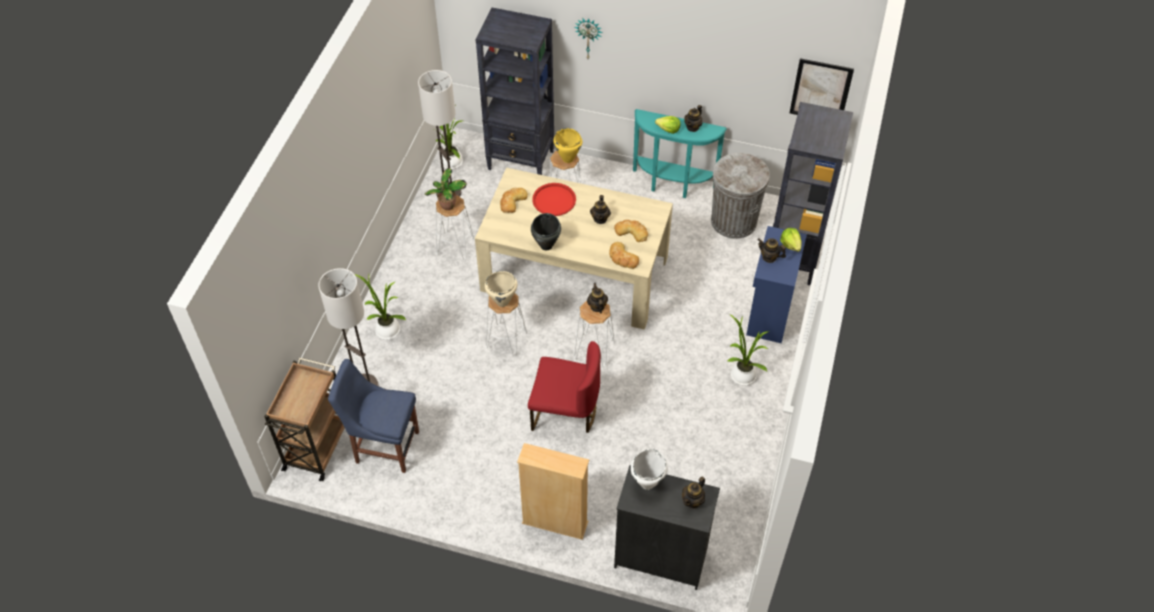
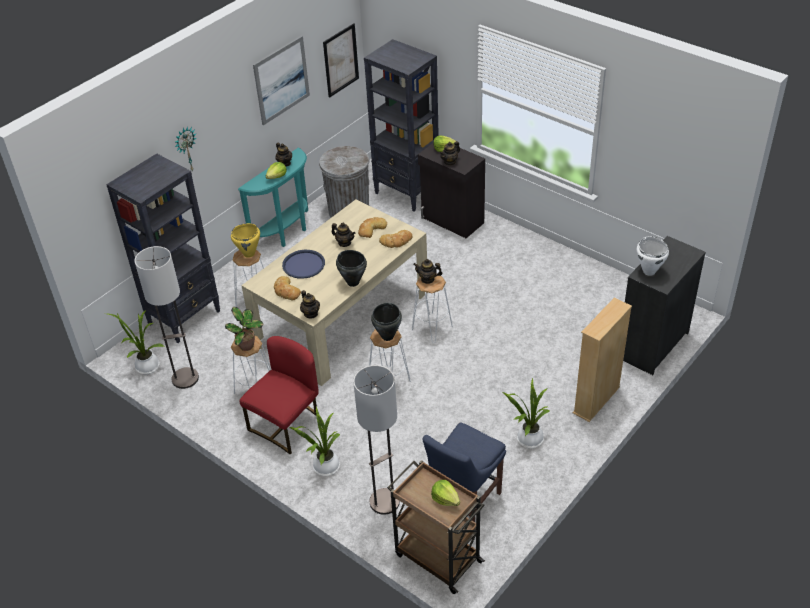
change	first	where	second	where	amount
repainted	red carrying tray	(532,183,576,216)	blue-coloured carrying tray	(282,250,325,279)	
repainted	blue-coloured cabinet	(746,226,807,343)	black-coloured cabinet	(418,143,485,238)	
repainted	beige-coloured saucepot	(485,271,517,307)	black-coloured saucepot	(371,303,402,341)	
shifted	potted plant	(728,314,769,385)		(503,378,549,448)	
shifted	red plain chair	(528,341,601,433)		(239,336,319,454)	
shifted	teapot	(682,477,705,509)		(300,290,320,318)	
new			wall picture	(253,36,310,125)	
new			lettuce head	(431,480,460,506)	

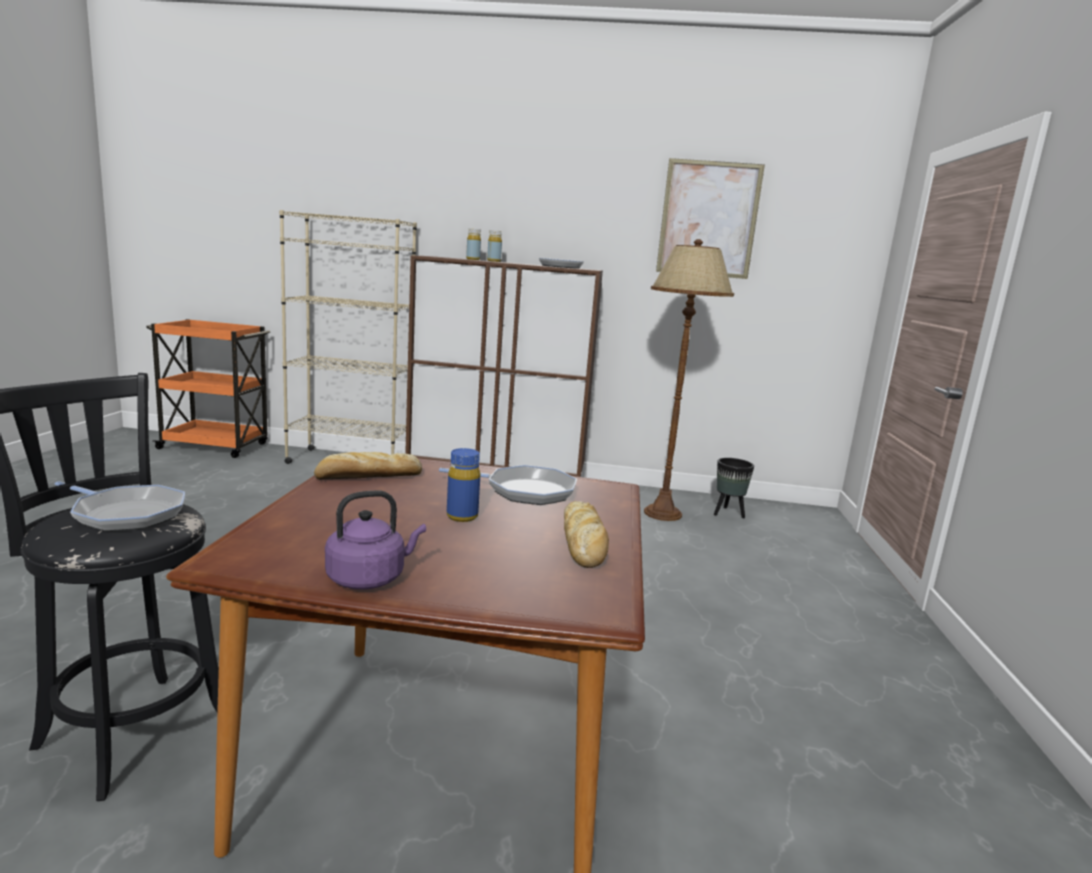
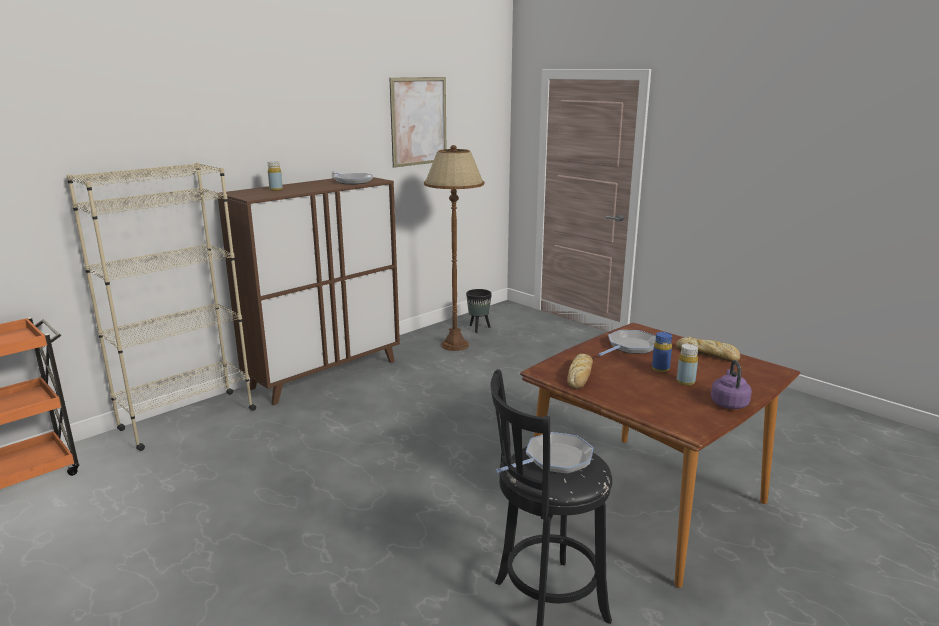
change	first	where	second	where	amount
shifted	yellowish beverage bottle	(487,230,502,262)		(677,344,698,386)	

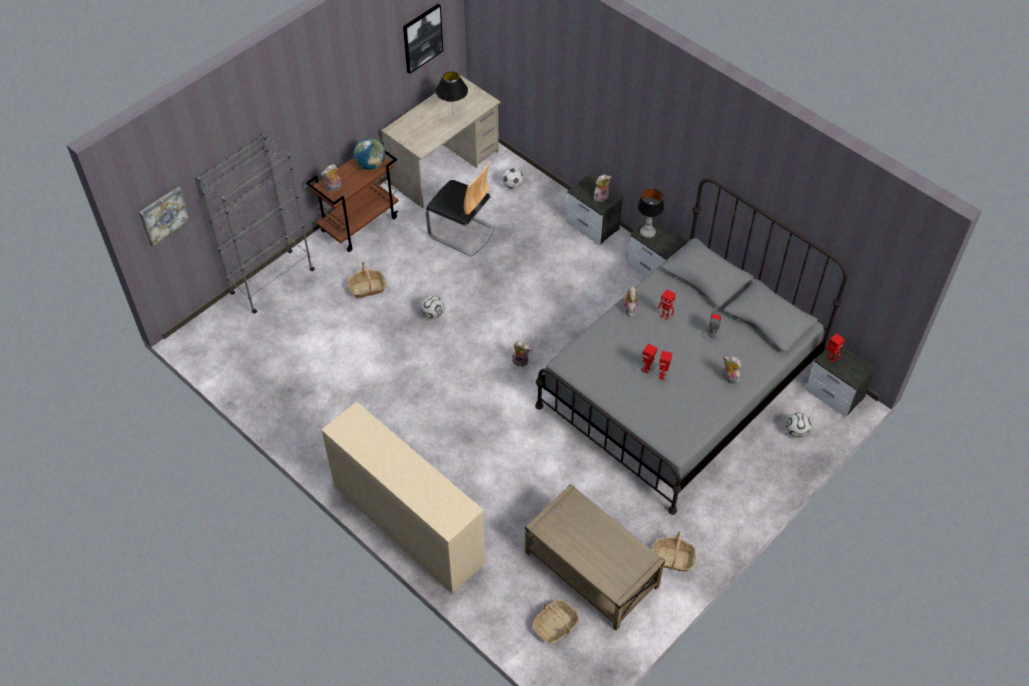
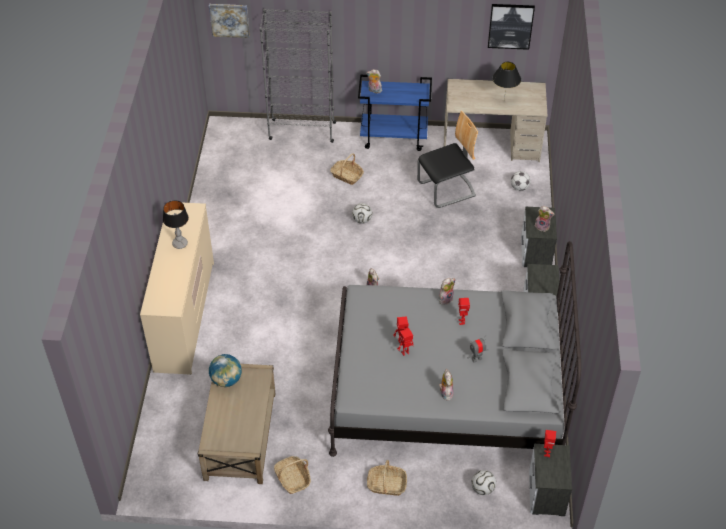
change	first	where	second	where	amount
shifted	desk globe	(354,138,385,170)		(209,354,242,387)	
repainted	brown-coloured wheeled cart	(306,151,399,252)	blue-coloured wheeled cart	(358,75,432,151)	
rotated	plain chair	(426,162,495,257)		(417,110,478,208)	105 degrees counterclockwise
shifted	table lamp	(638,189,664,238)		(163,200,189,249)	
shifted	household basket	(533,599,580,643)		(367,460,407,496)	

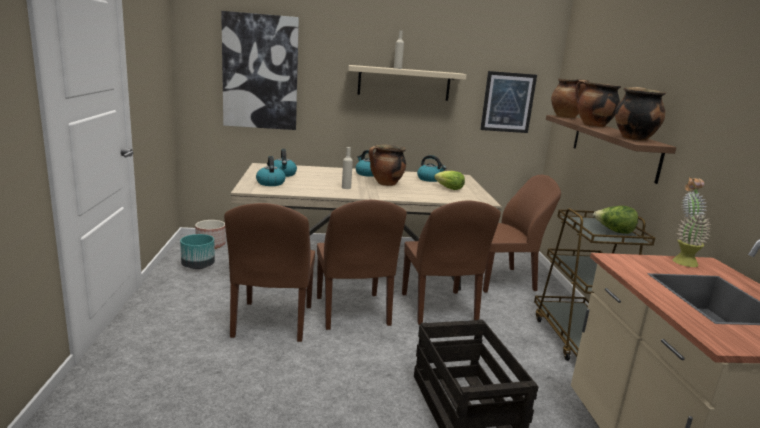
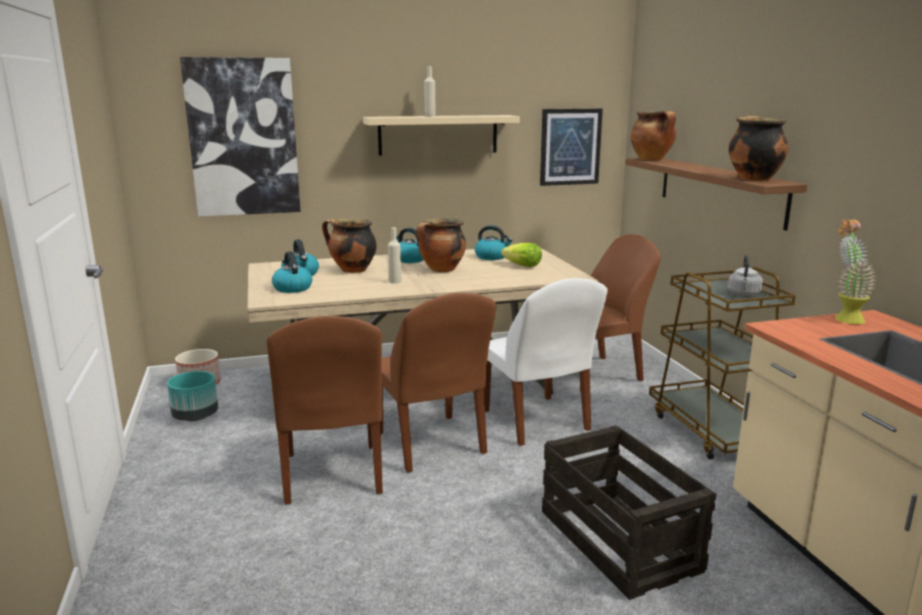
change	first	where	second	where	amount
shifted	saucepot	(575,81,621,127)		(322,218,377,273)	
repainted	brown-coloured plain chair	(402,200,501,324)	whitish plain chair	(484,278,608,446)	
swapped	lettuce head	(593,206,638,234)	greyish water kettle	(728,254,763,296)	

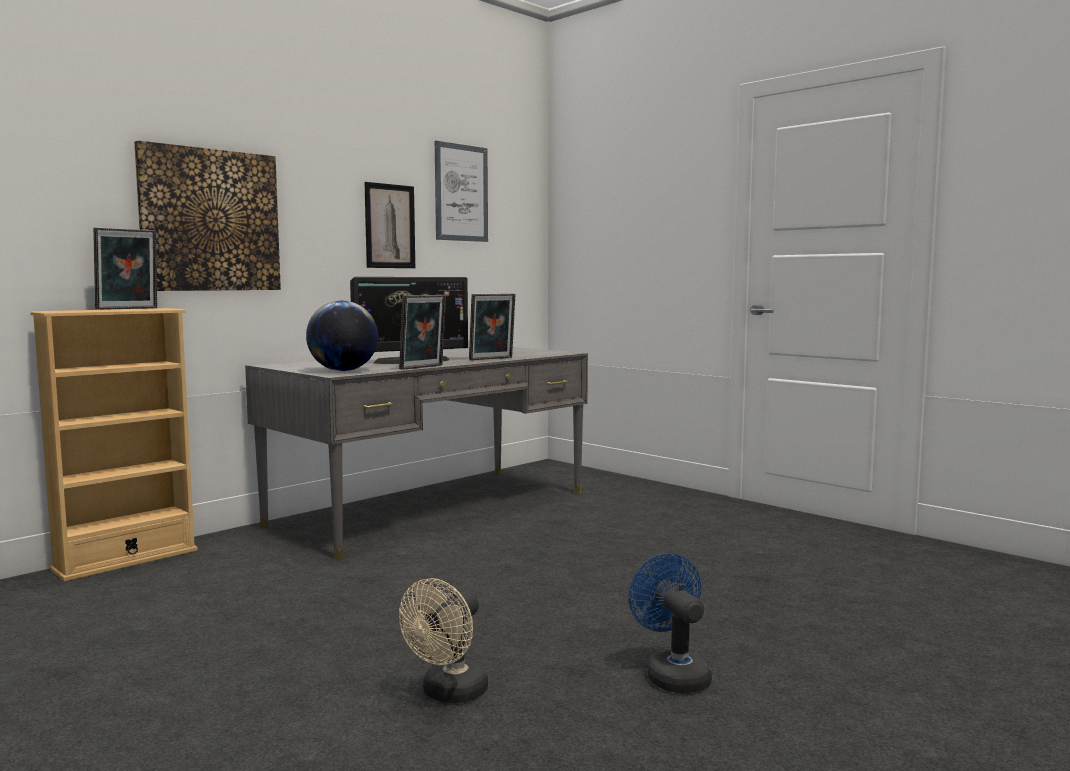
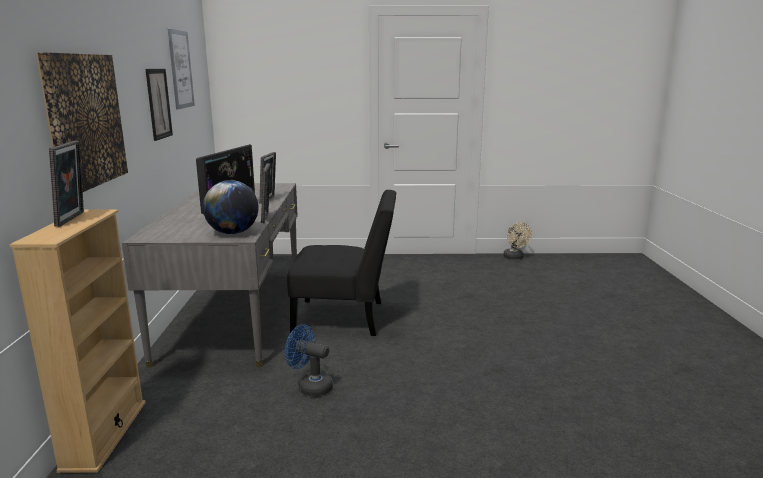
change	first	where	second	where	amount
shifted	blue-coloured fan	(629,553,712,693)		(285,324,333,397)	
shifted	beige-coloured fan	(399,578,488,703)		(503,222,532,259)	
new			black-coloured plain chair	(287,190,396,336)	

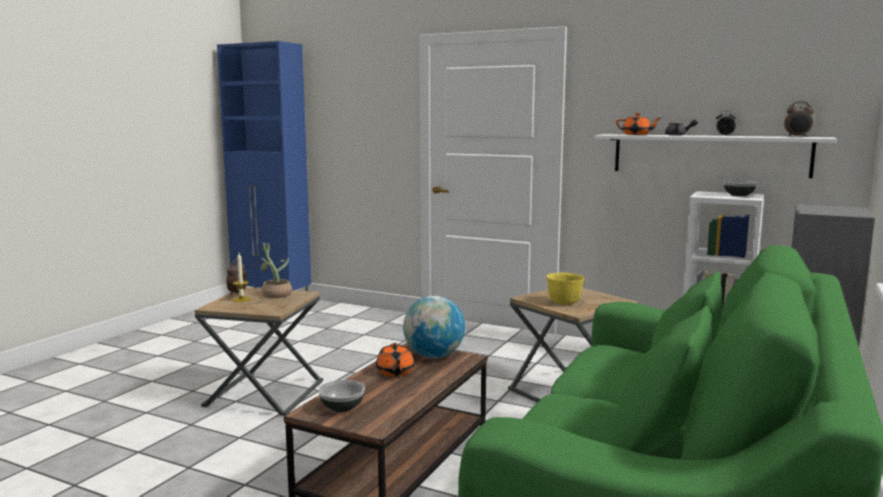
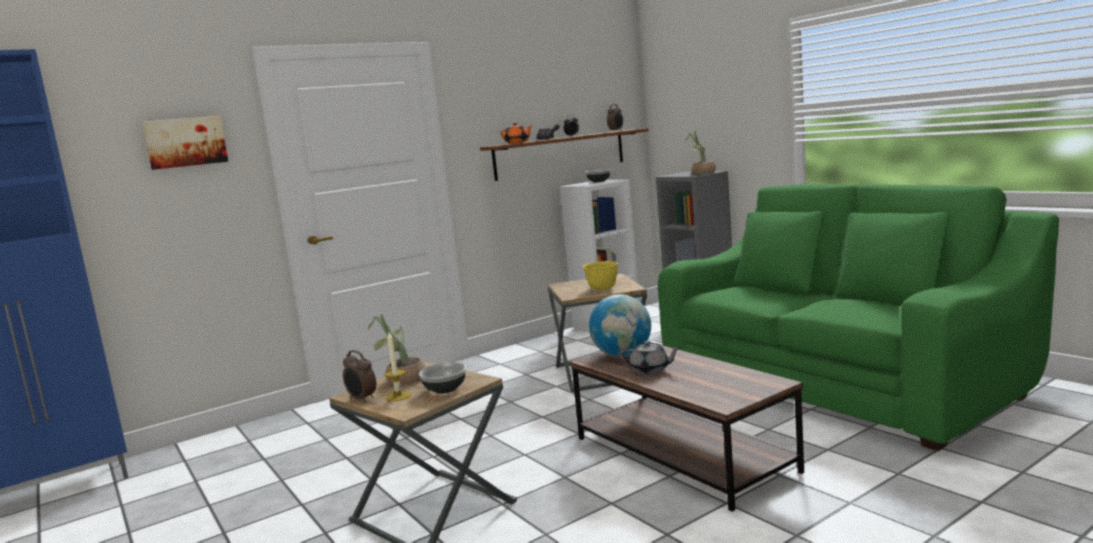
change	first	where	second	where	amount
repainted	whitish shelf	(595,134,837,178)	brown-coloured shelf	(480,128,649,181)	
repainted	orangey teapot	(376,343,414,376)	greyish teapot	(620,341,681,374)	
shifted	serving bowl	(318,380,365,412)		(419,362,466,394)	
new			wall picture	(142,116,228,170)	
new			potted plant	(684,131,716,174)	

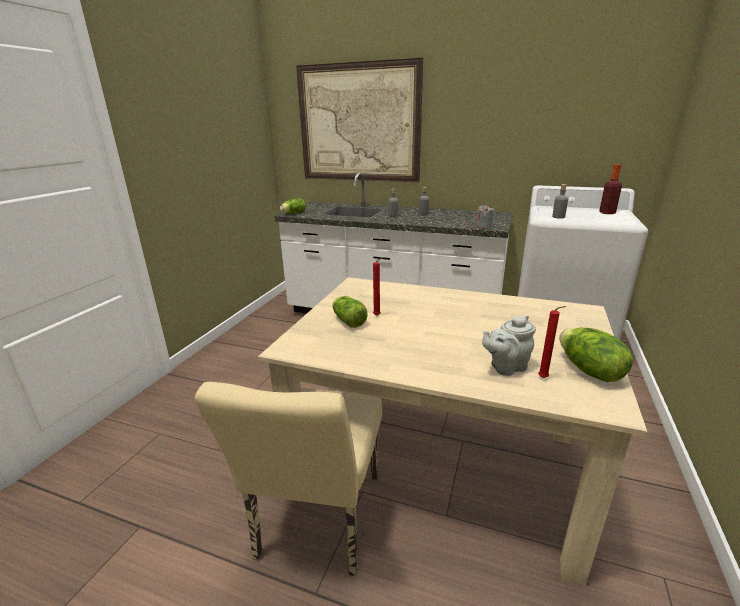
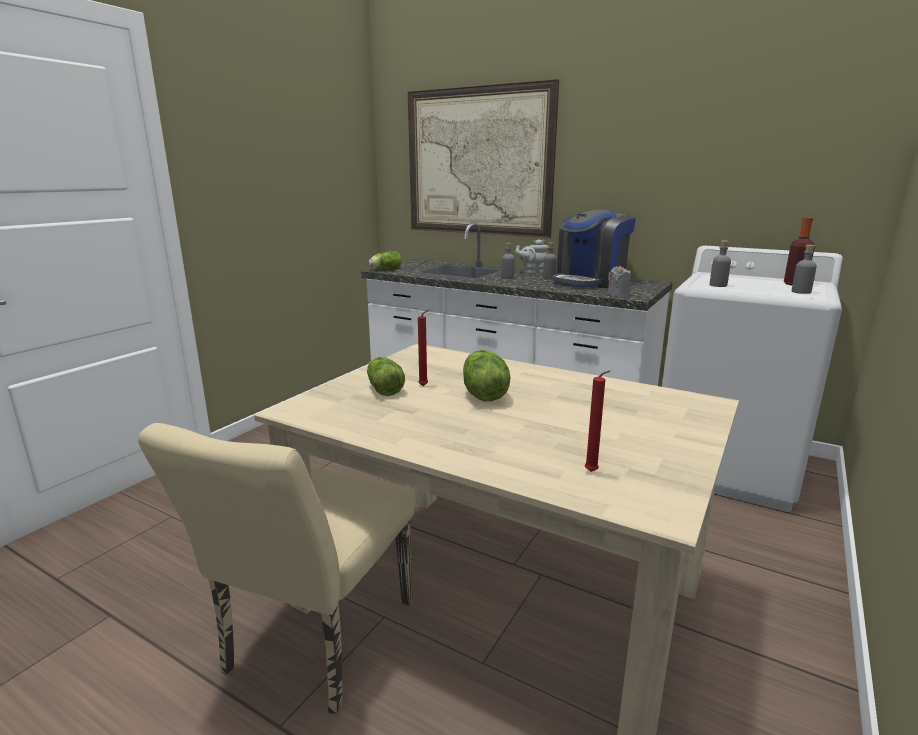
change	first	where	second	where	amount
shifted	greyish teapot	(482,315,536,376)		(515,239,548,274)	
shifted	lettuce head	(559,327,633,382)		(463,350,510,401)	
new			coffee maker	(552,209,636,288)	
new			greyish beverage bottle	(792,245,817,294)	

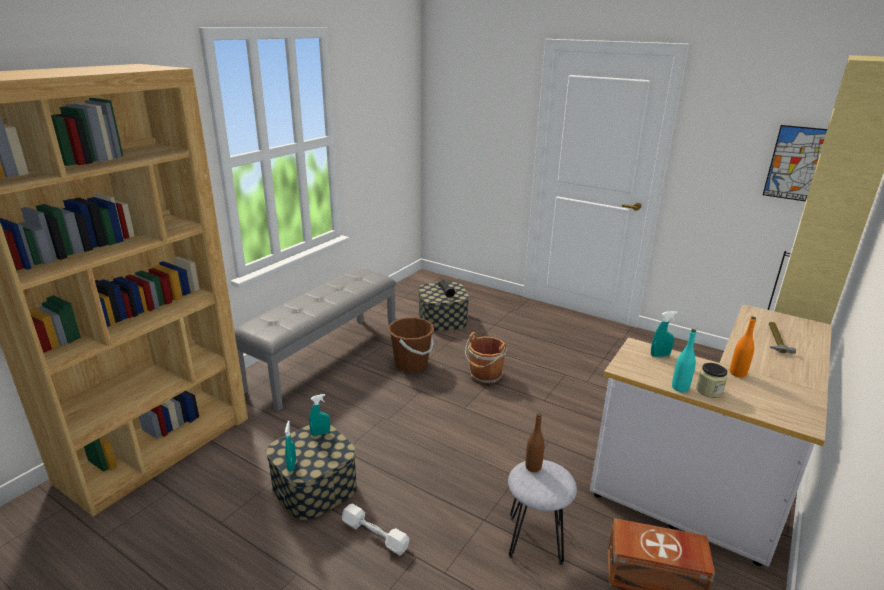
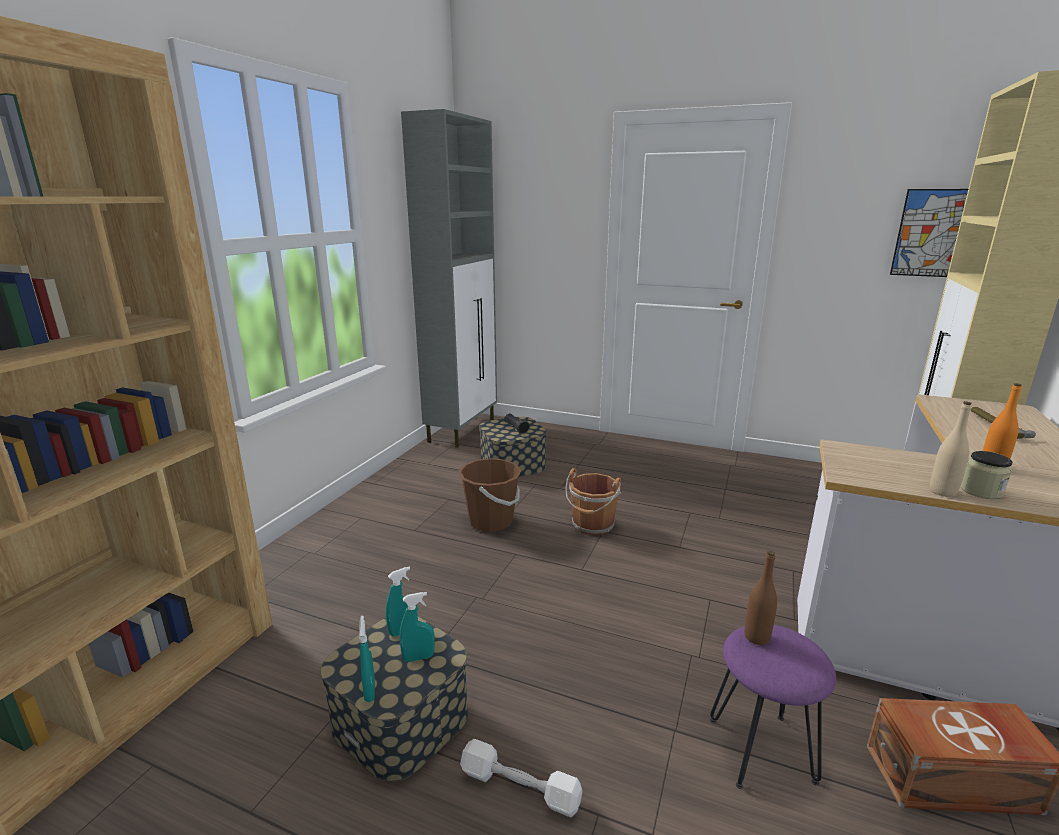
change	first	where	second	where	amount
gone	greyish long seat	(234,269,396,411)			
shifted	blue-green hand sprayer	(651,311,678,357)		(399,592,435,662)	
repainted	blue-green beverage bottle	(672,329,696,392)	beige-coloured beverage bottle	(930,401,972,497)	
repainted	greyish stool seat	(508,460,577,565)	purple stool seat	(710,625,836,789)	
new			greyish cabinet	(401,109,497,448)	

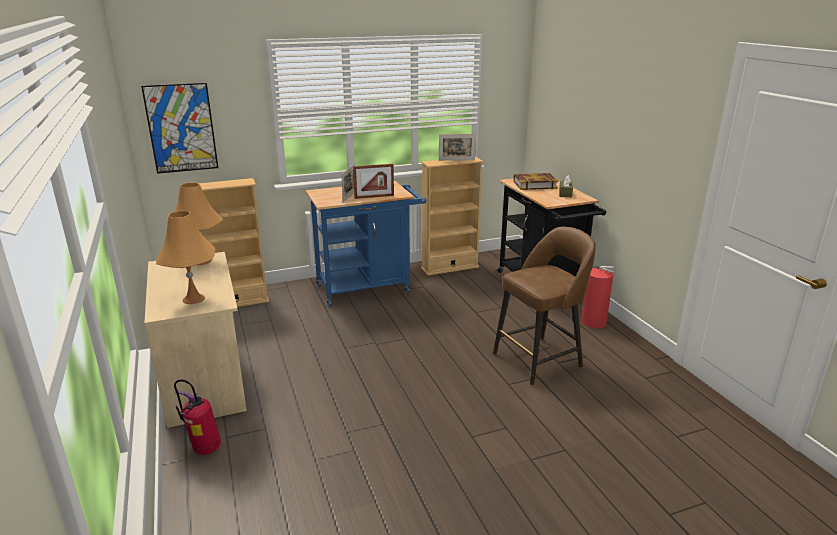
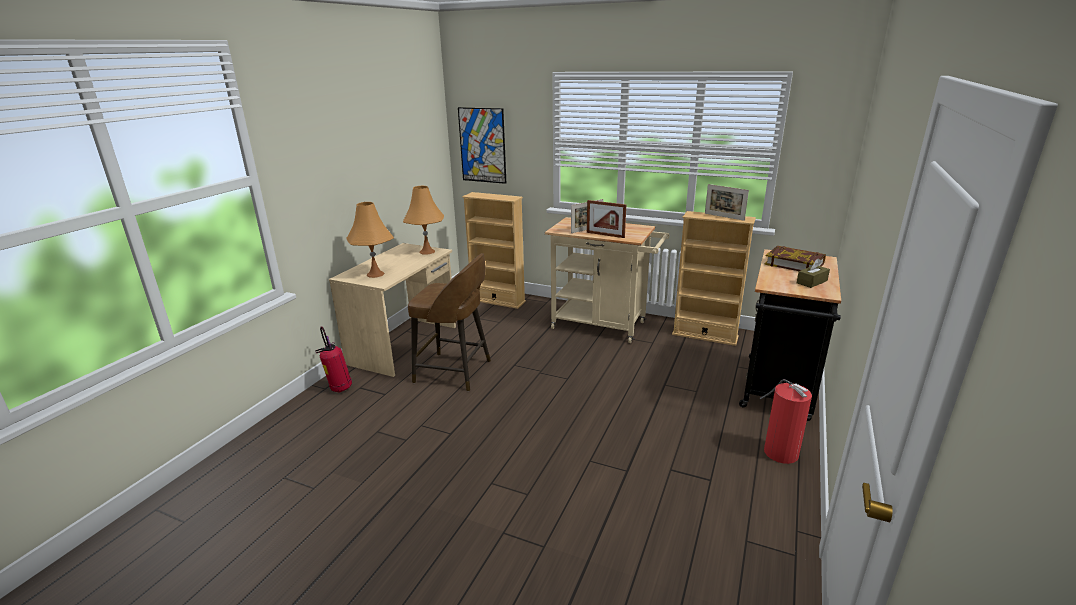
change	first	where	second	where	amount
repainted	blue-coloured wheeled cart	(305,181,427,307)	beige-coloured wheeled cart	(545,217,669,343)	
shifted	brown-coloured stool seat	(493,227,596,385)		(408,253,491,391)	

